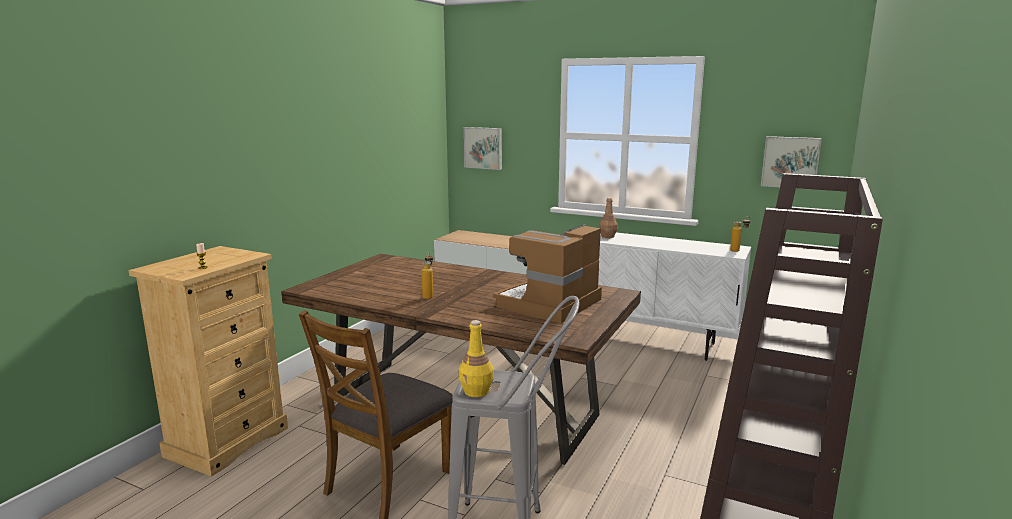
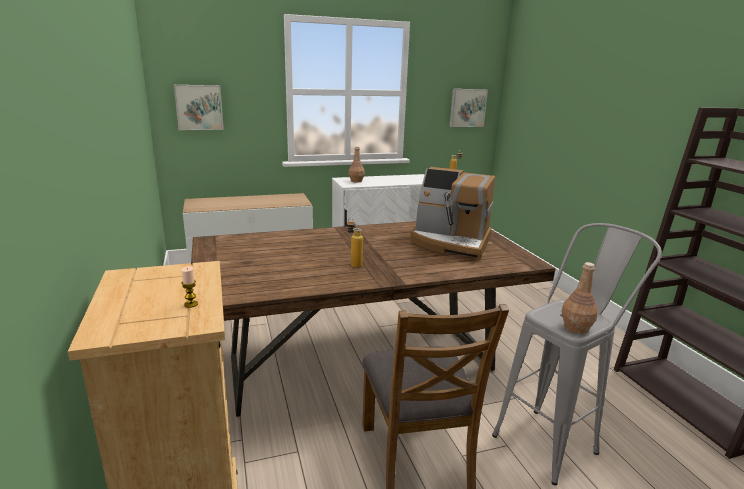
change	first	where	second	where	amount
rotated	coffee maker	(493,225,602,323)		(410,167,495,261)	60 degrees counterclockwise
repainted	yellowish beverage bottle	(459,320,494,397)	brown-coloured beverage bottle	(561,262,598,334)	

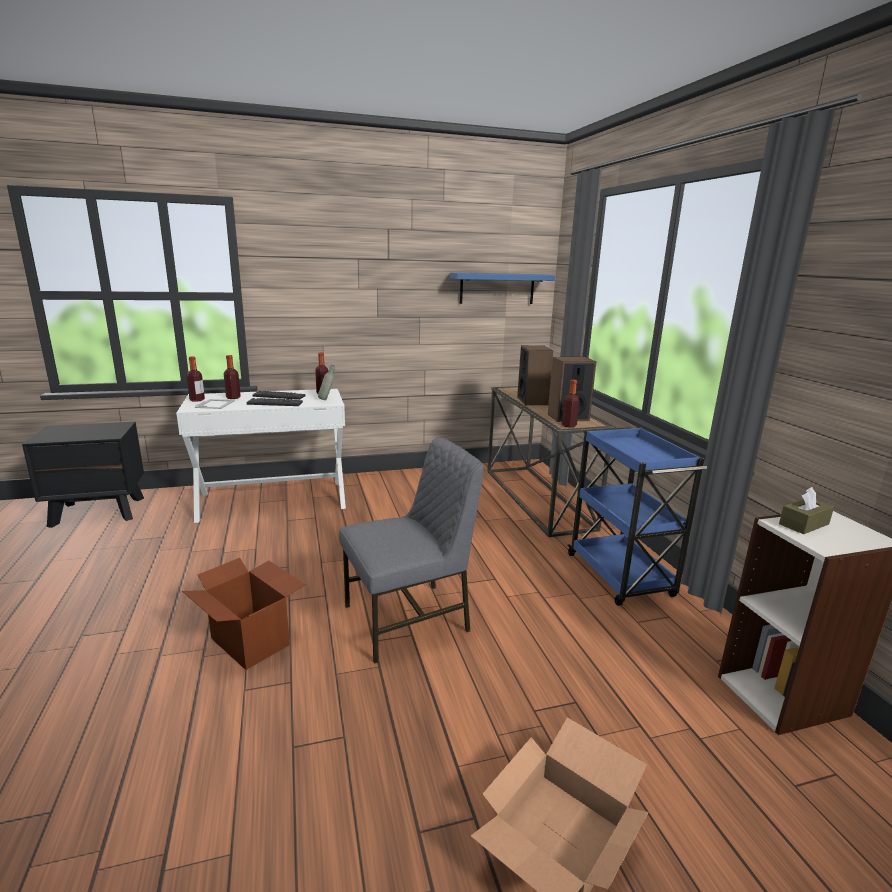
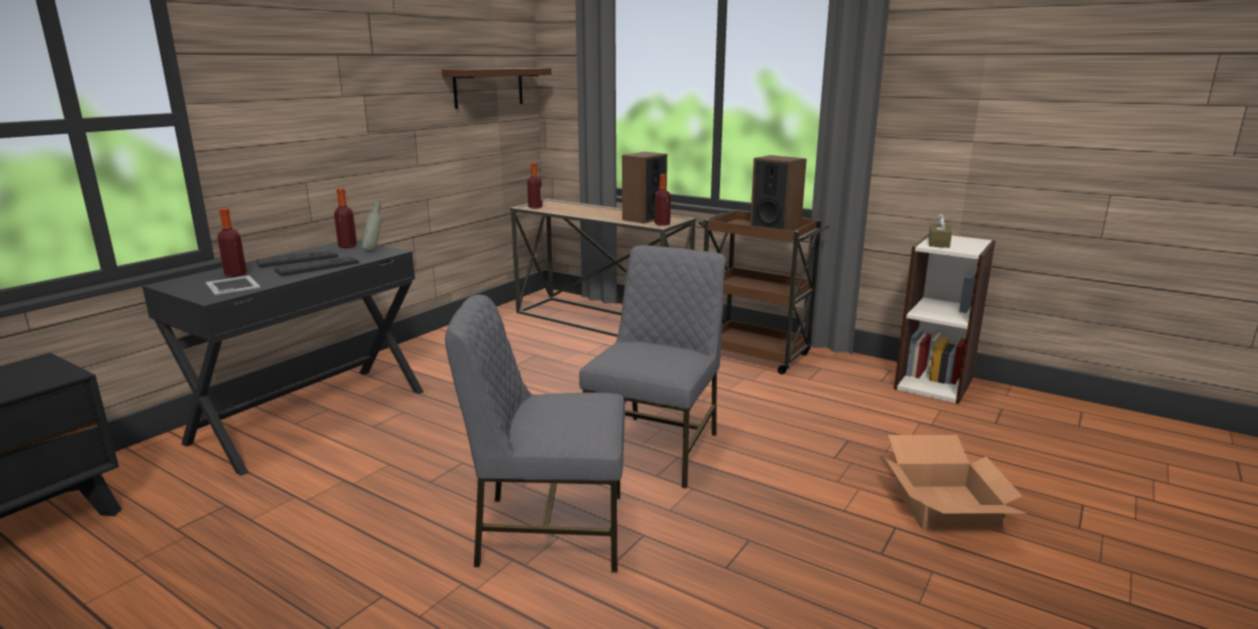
change	first	where	second	where	amount
repainted	blue-coloured shelf	(450,272,555,304)	brown-coloured shelf	(442,68,551,109)	
shifted	loudspeaker	(517,345,553,405)		(750,155,807,231)	
shifted	beverage bottle	(186,356,205,402)		(527,163,543,209)	
repainted	whitish desk	(176,389,346,523)	black-coloured desk	(142,240,424,476)	
repainted	blue-coloured wheeled cart	(568,427,707,606)	brown-coloured wheeled cart	(698,210,829,374)	
swapped	cardboard box	(182,558,306,670)	greyish plain chair	(445,295,625,573)	

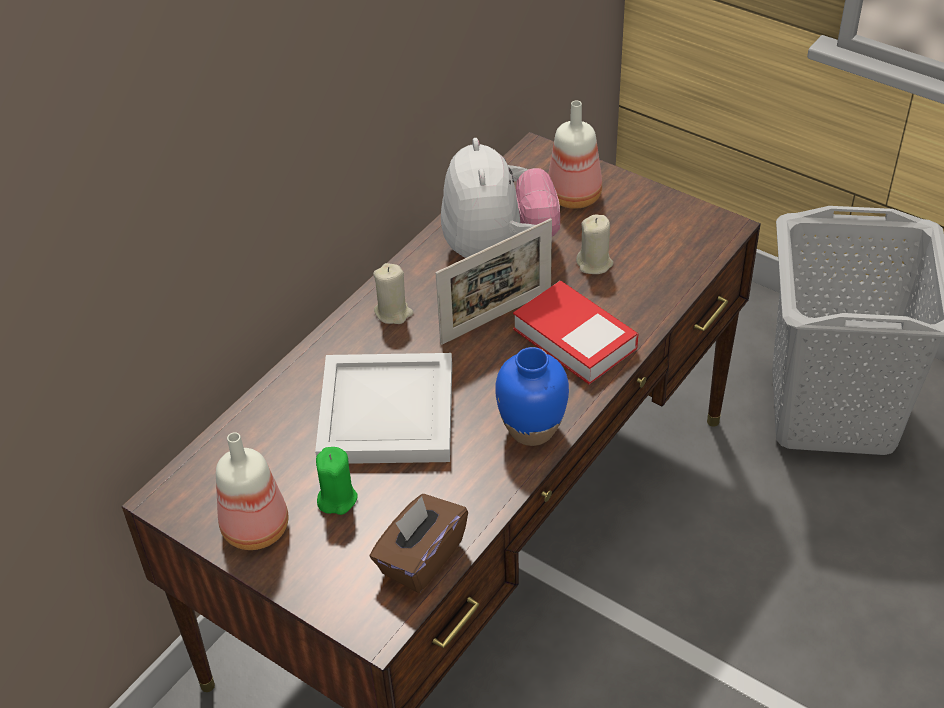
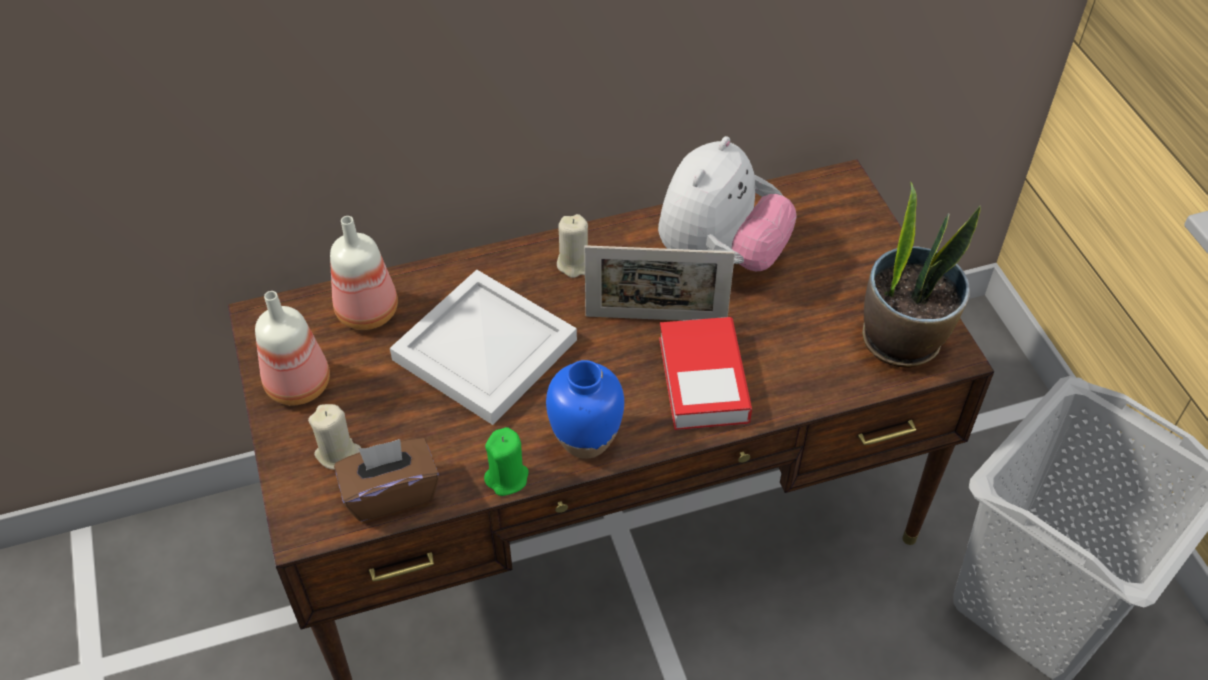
change	first	where	second	where	amount
shifted	beverage bottle	(548,100,602,209)		(330,216,398,330)	
shifted	beige-coloured candle	(576,214,613,274)		(308,404,361,470)	
shifted	green candle	(316,447,358,515)		(484,427,529,496)	
new			potted plant	(862,181,981,368)	

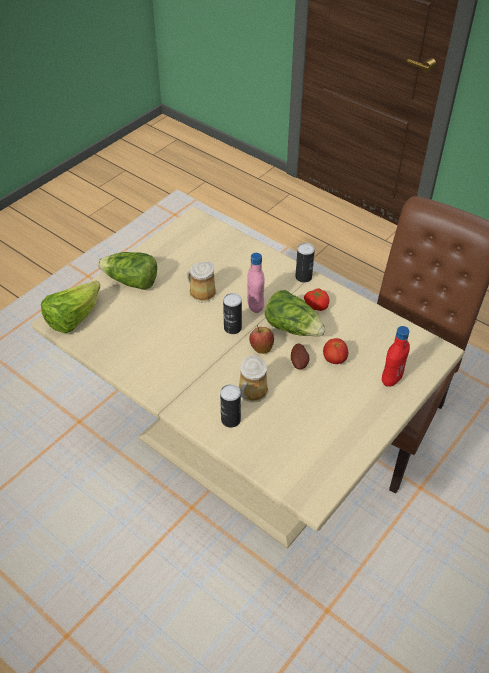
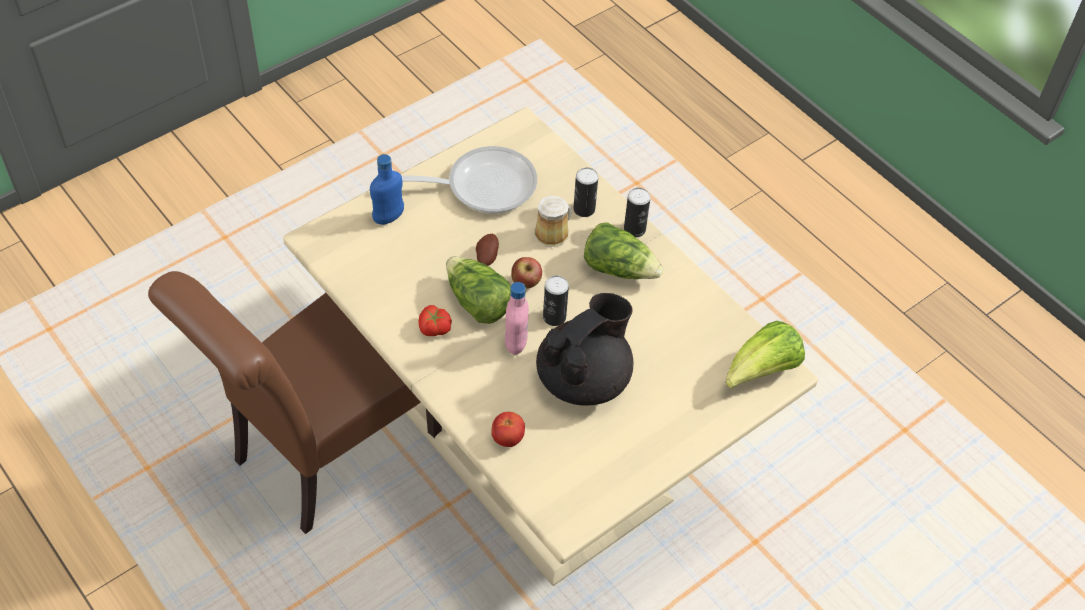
change	first	where	second	where	amount
shifted	can	(295,243,315,283)		(624,188,651,237)	
shifted	lettuce head	(98,252,157,290)		(584,222,663,279)	
swapped	coffee mug	(187,262,217,303)	black-coloured teapot	(536,293,633,405)	
repainted	red beverage bottle	(382,326,410,387)	blue-coloured beverage bottle	(370,154,404,225)	
shifted	fresh tomato	(323,338,348,364)		(491,412,525,447)	
new			pan	(401,146,537,213)	

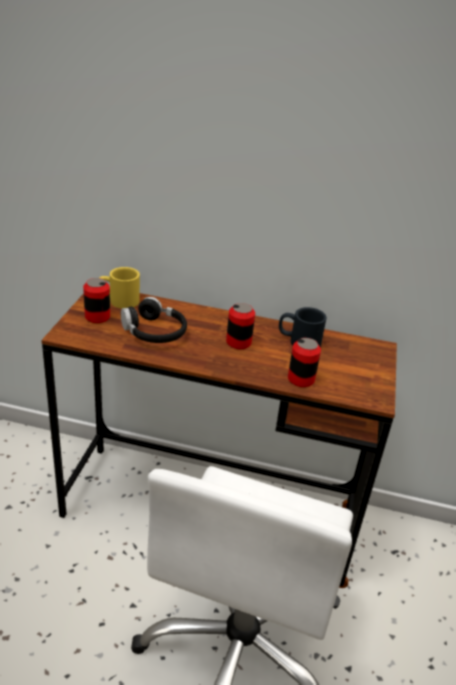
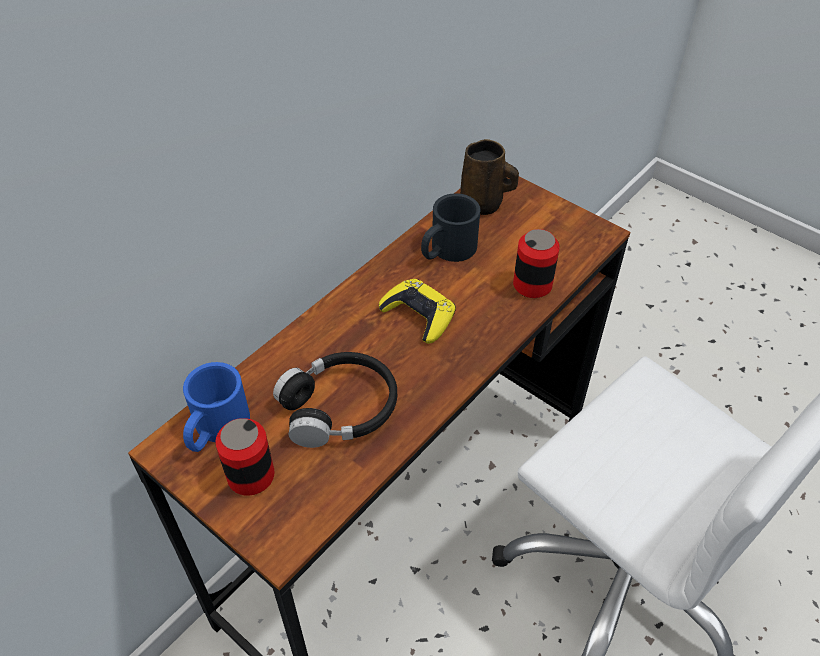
change	first	where	second	where	amount
repainted	yellowish coffee mug	(99,267,140,309)	blue-coloured coffee mug	(183,362,250,452)	
swapped	can	(226,303,255,349)	yellowish joypad	(379,279,456,344)	
new			brown-coloured coffee mug	(460,139,519,215)	

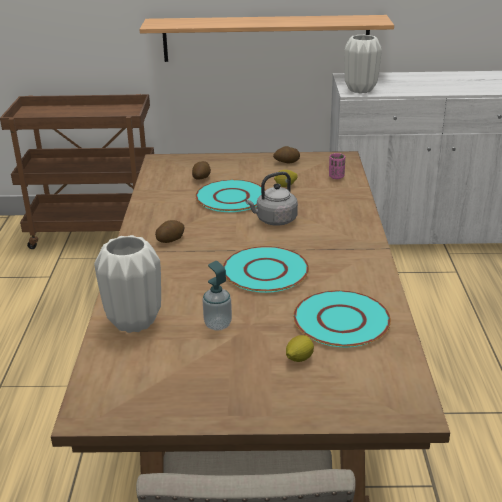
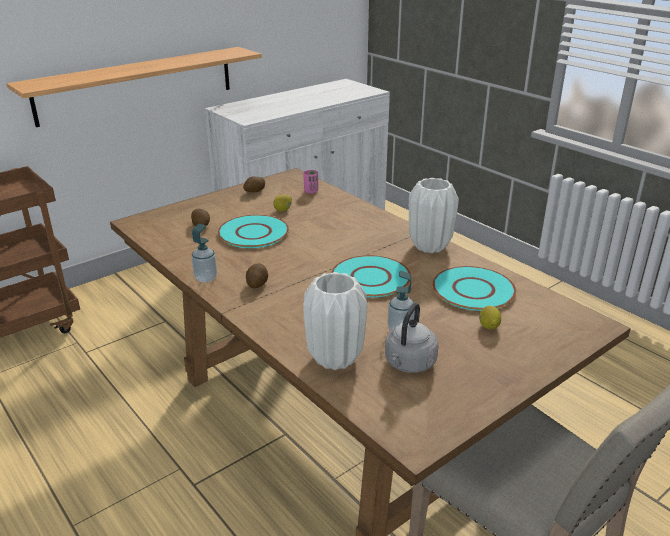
change	first	where	second	where	amount
shifted	whitish flower vase	(344,34,382,93)		(409,178,459,253)	
shifted	greyish water kettle	(245,172,298,226)		(385,303,439,373)	
new			liquid soap bottle	(191,224,217,283)	

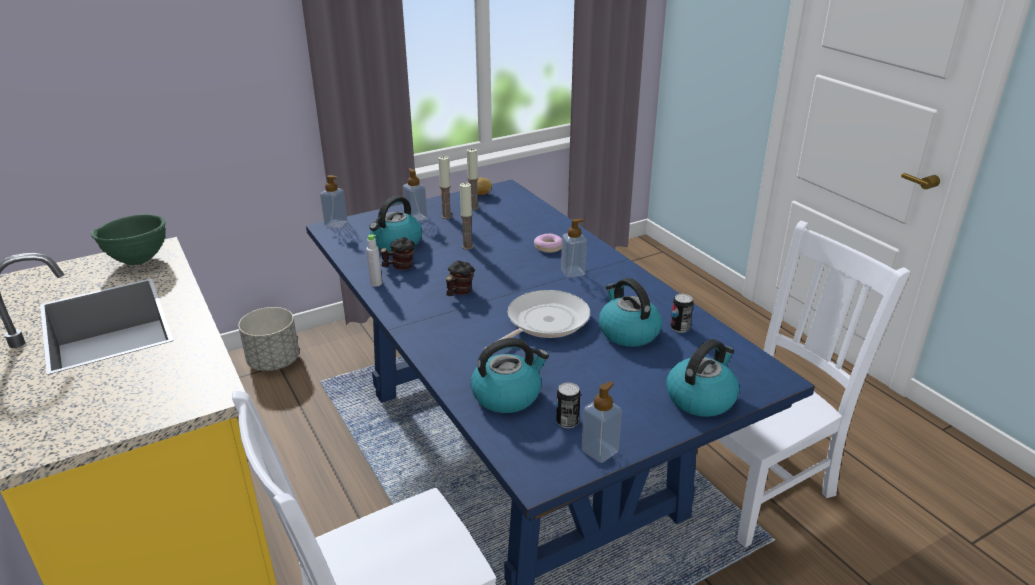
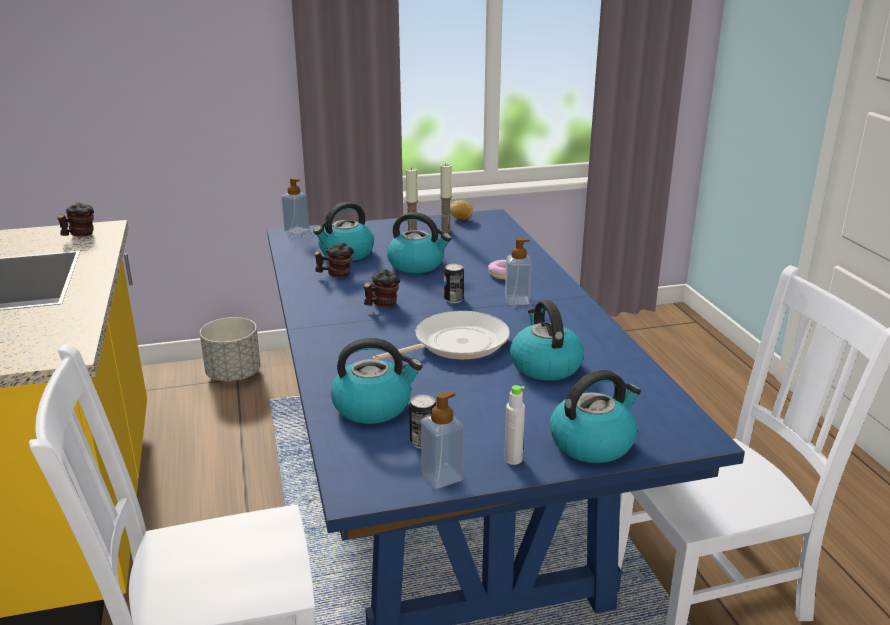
change	first	where	second	where	amount
gone	liquid soap bottle	(403,168,427,221)			
swapped	candle	(460,183,474,250)	water kettle	(387,212,452,273)	
swapped	green serving bowl	(91,214,166,265)	coffee mug	(57,202,94,237)	
shifted	greyish beverage bottle	(366,235,382,287)		(504,385,525,465)	
shifted	can	(670,294,693,333)		(444,264,464,303)	

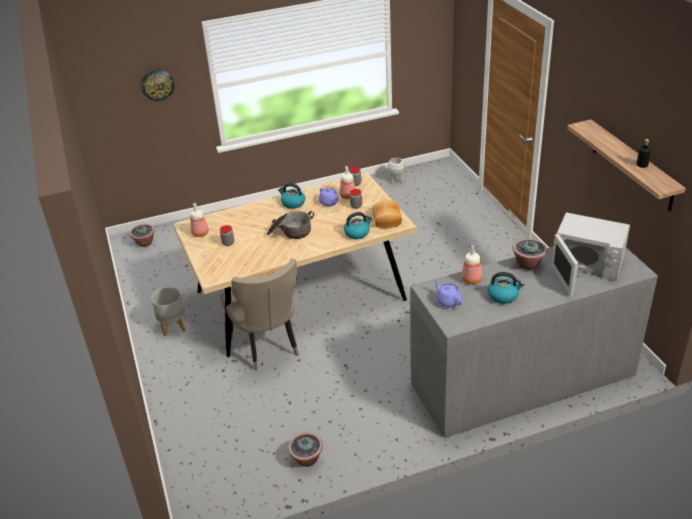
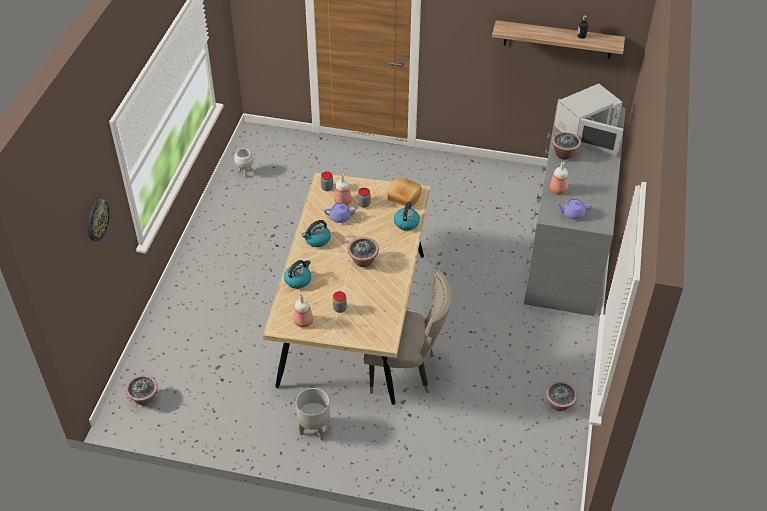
change	first	where	second	where	amount
swapped	saucepot	(267,211,314,239)	potted plant	(348,237,379,267)	
shifted	water kettle	(488,272,524,304)		(284,260,311,289)	

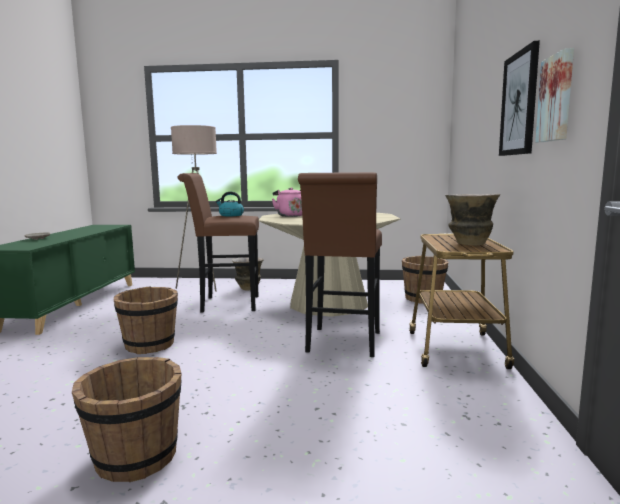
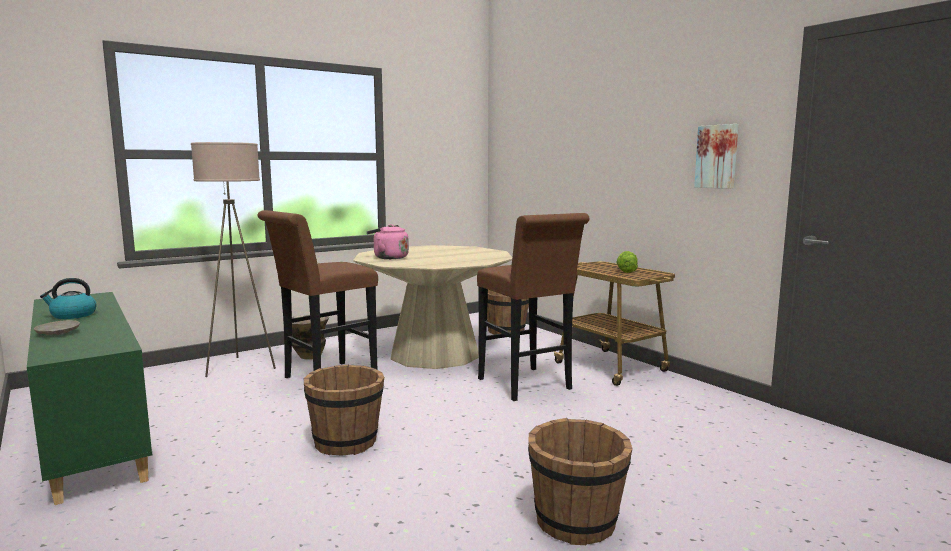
change	first	where	second	where	amount
gone	wall picture	(499,41,540,156)			
shifted	water kettle	(216,192,244,216)		(40,278,97,319)	
swapped	flower vase	(445,194,501,245)	lettuce head	(616,251,638,273)	

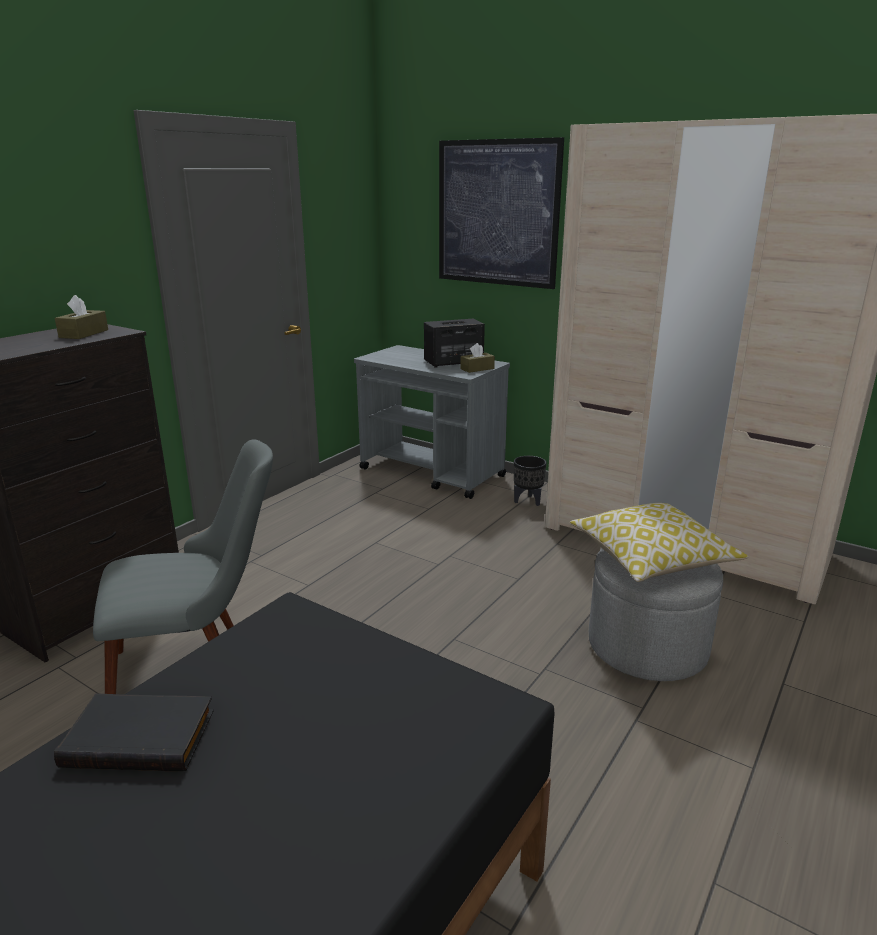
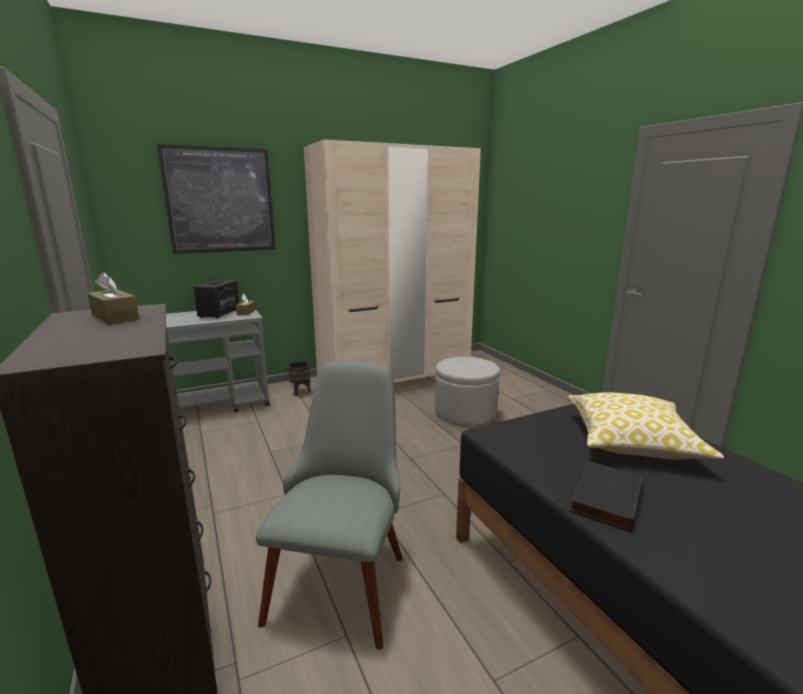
change	first	where	second	where	amount
shifted	pillow	(570,503,748,582)		(568,392,724,460)	

